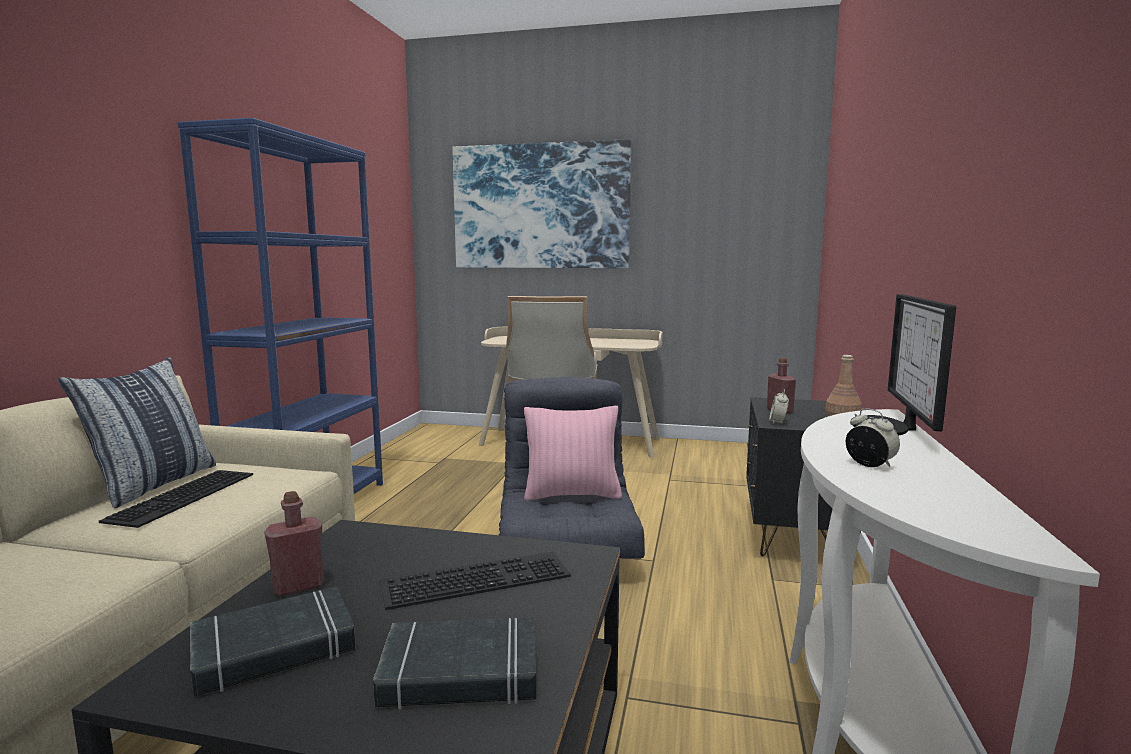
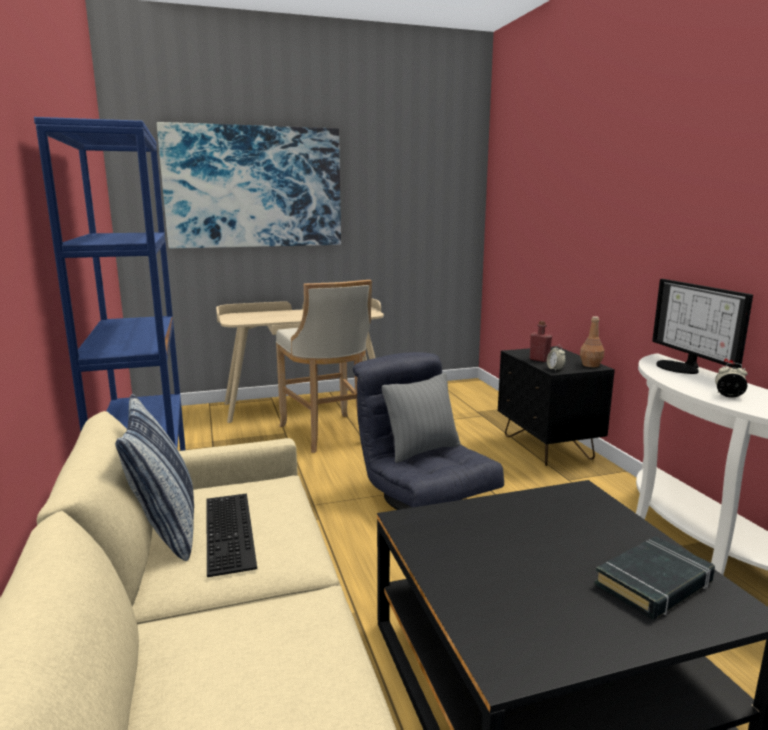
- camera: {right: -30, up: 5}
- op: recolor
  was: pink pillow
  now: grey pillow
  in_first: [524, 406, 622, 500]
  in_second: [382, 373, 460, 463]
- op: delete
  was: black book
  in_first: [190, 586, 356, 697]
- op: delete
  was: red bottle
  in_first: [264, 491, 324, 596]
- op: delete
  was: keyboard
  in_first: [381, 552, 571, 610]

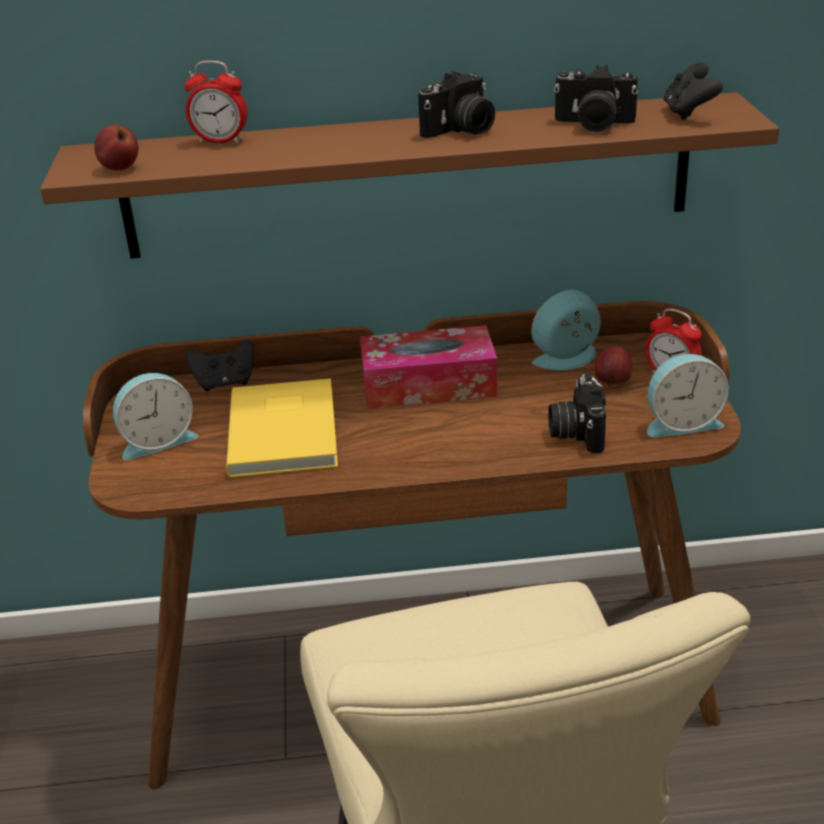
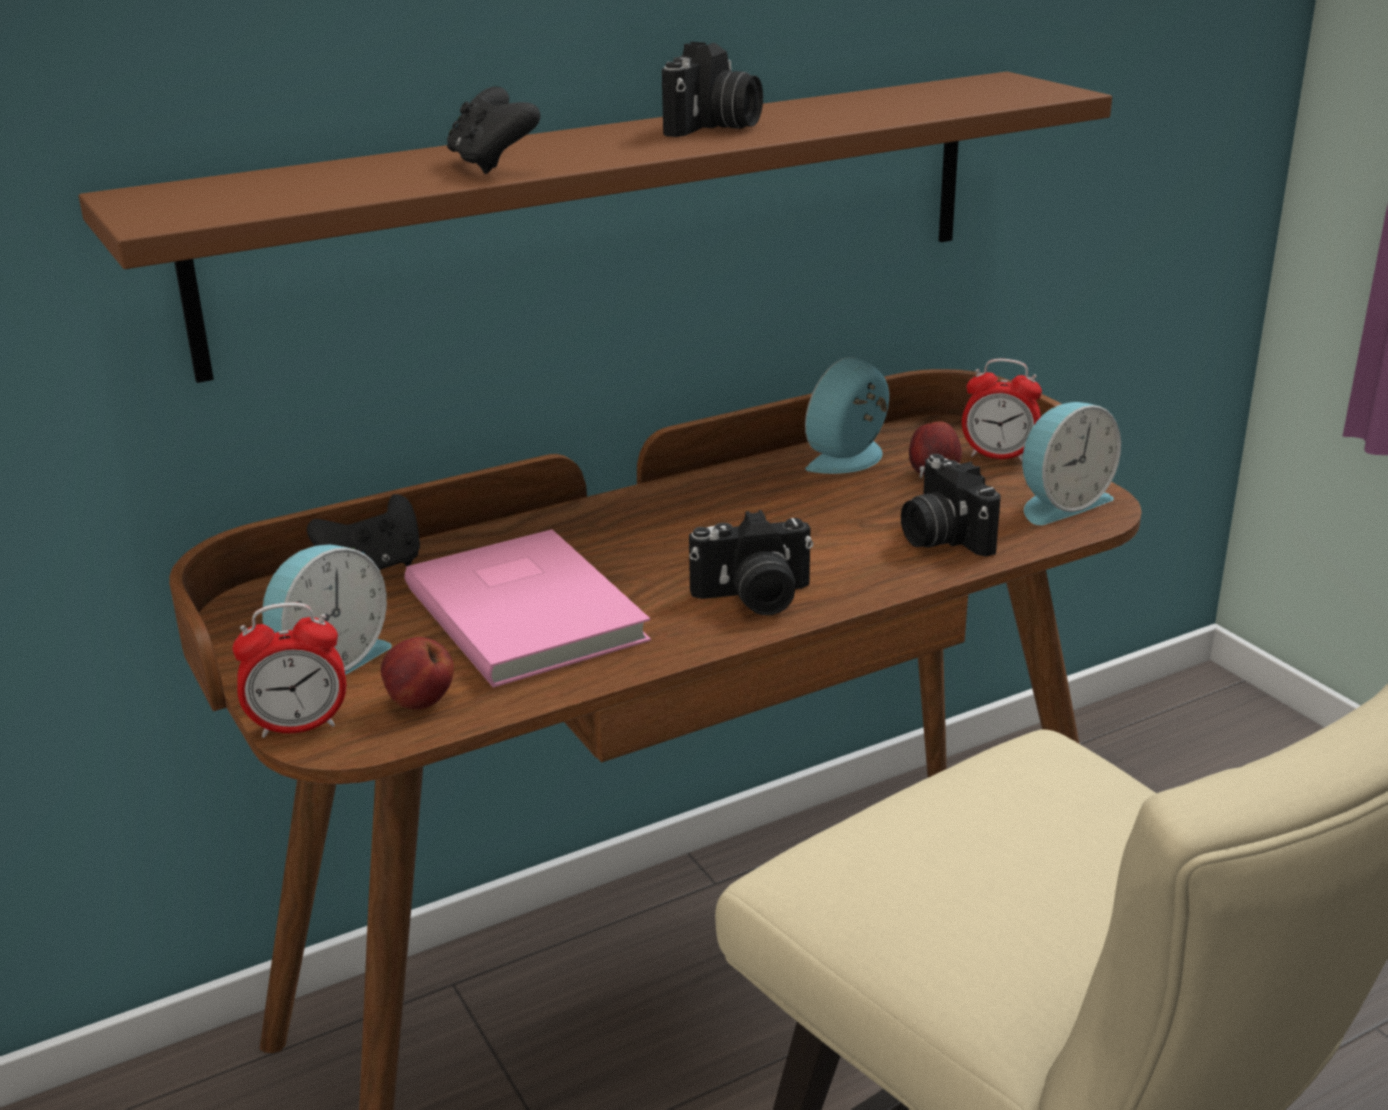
- camera: {right: -25, up: -5}
- op: move
  was: alarm clock
  in_first: [185, 61, 247, 143]
  in_second: [232, 602, 346, 738]
- op: move
  was: apple
  in_first: [94, 125, 138, 170]
  in_second: [381, 637, 454, 709]
- op: recolor
  was: yellow book
  now: pink book
  in_first: [226, 378, 338, 478]
  in_second: [405, 529, 651, 688]
- op: move
  was: black game controller
  in_first: [663, 63, 723, 120]
  in_second: [447, 87, 541, 174]
- op: move
  was: photo camera
  in_first: [554, 65, 638, 132]
  in_second: [689, 510, 813, 615]
- op: delete
  was: tissue box
  in_first: [360, 325, 498, 409]

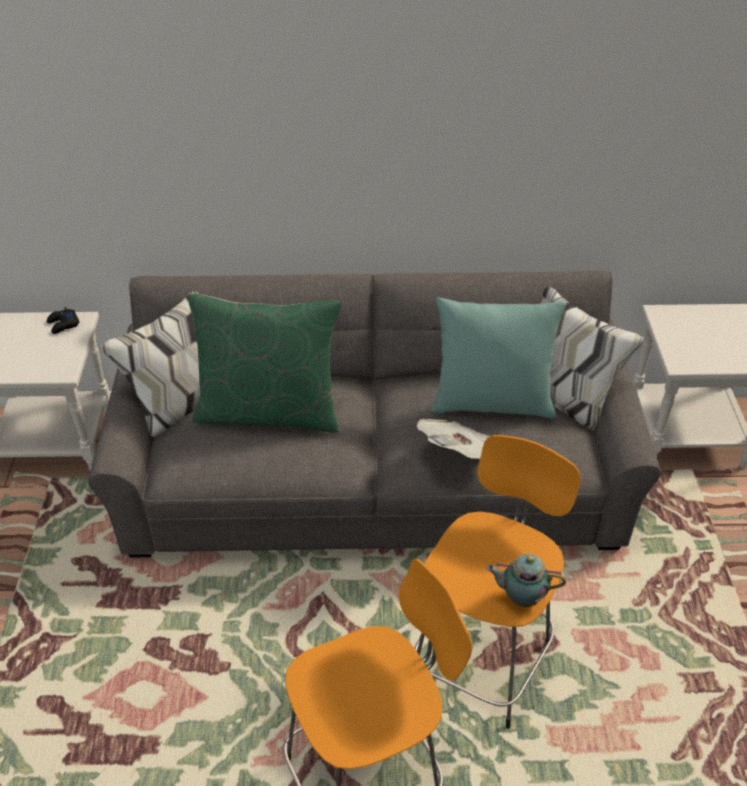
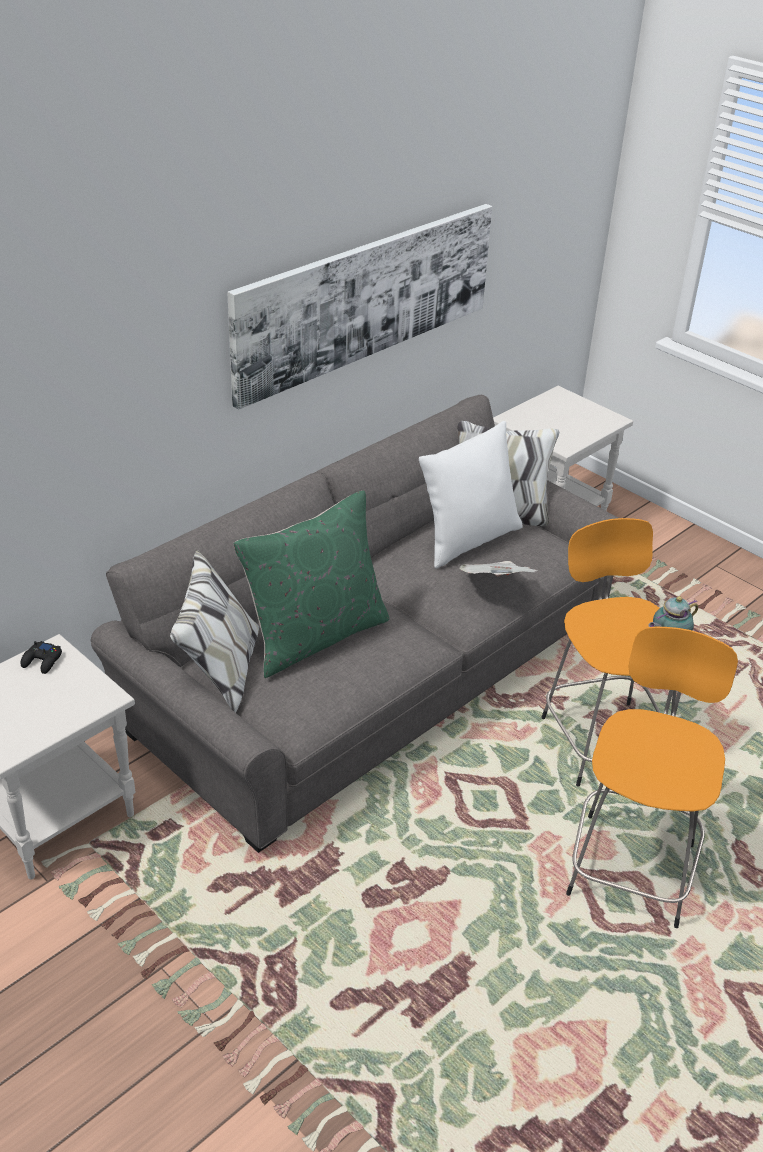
- camera: {right: -45, up: -5}
- op: insert
  now: picture
  in_second: [227, 204, 492, 410]
- op: recolor
  was: turquoise pillow
  now: white pillow
  in_first: [431, 297, 566, 419]
  in_second: [419, 421, 523, 569]

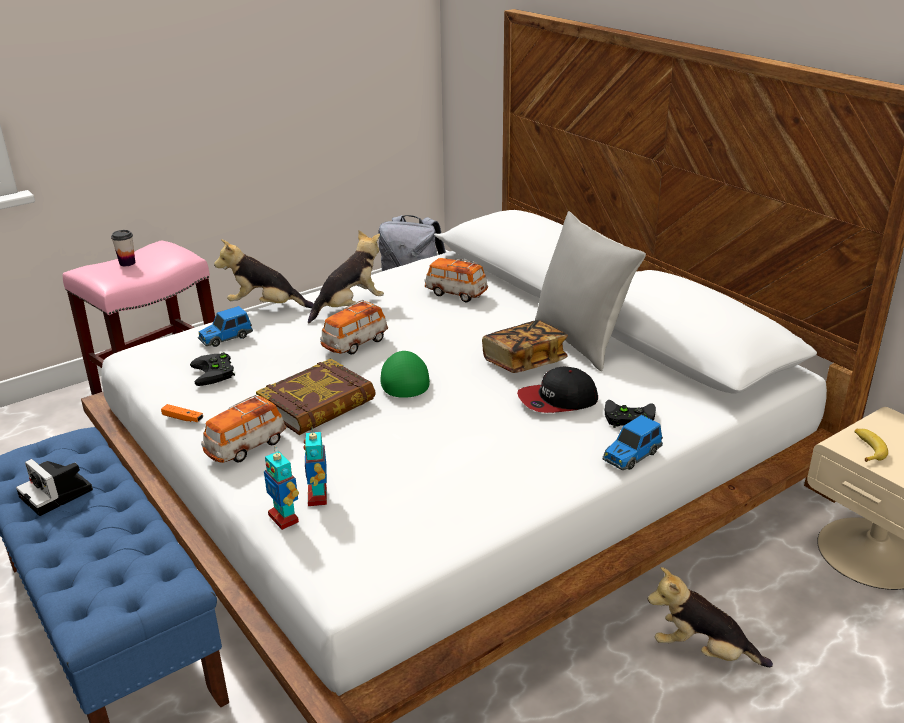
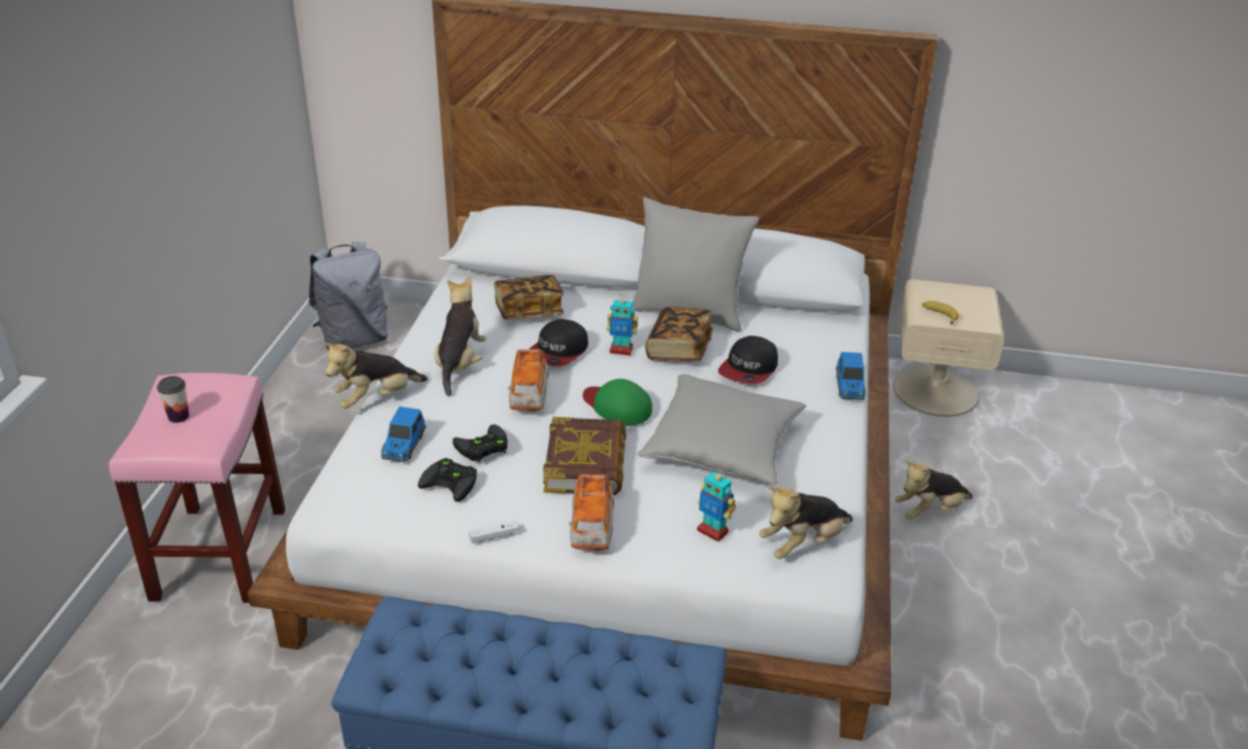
- camera: {right: -45, up: 5}
- op: move
  was: black game controller
  in_first: [605, 400, 656, 428]
  in_second: [453, 424, 508, 463]
- op: recolor
  was: orange game controller
  now: white game controller
  in_first: [161, 404, 203, 422]
  in_second: [469, 520, 519, 543]
- op: replace
  was: toy car
  now: book
  in_first: [424, 258, 488, 302]
  in_second: [494, 275, 564, 320]
- op: insert
  now: cap
  in_second: [529, 319, 588, 367]
- op: move
  was: toy robot
  in_first: [264, 447, 299, 530]
  in_second: [607, 295, 638, 356]
- op: insert
  now: grey pillow
  in_second: [638, 374, 806, 485]
- op: insert
  now: plush toy
  in_second: [759, 486, 853, 559]
- op: delete
  was: photo camera
  in_first: [16, 459, 93, 516]

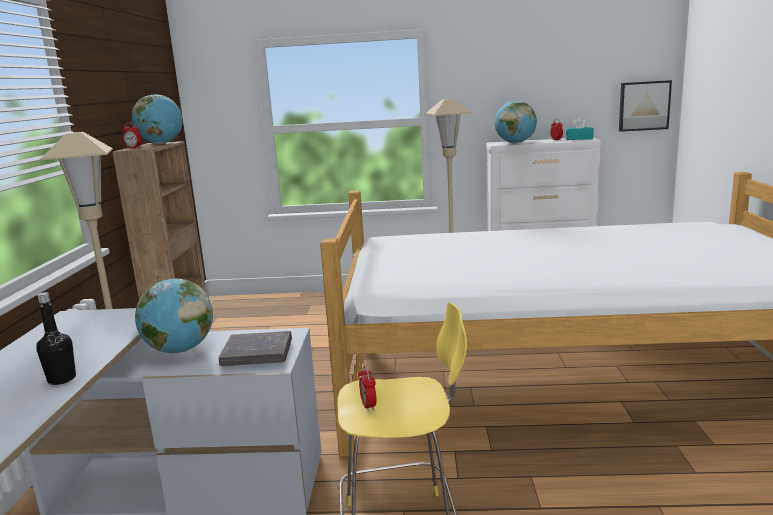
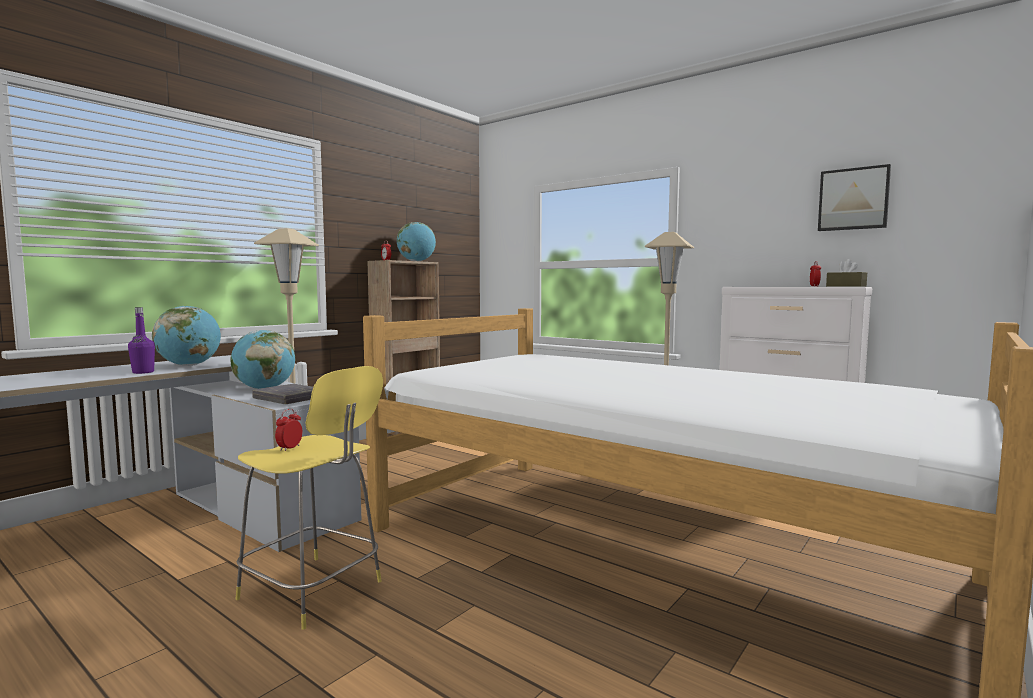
- camera: {right: 35, up: -10}
- op: recolor
  was: black bottle
  now: purple bottle
  in_first: [36, 292, 76, 385]
  in_second: [128, 307, 155, 374]
- op: move
  was: globe
  in_first: [495, 101, 537, 143]
  in_second: [152, 306, 221, 366]
- op: move
  was: picture
  in_first: [619, 80, 672, 132]
  in_second: [818, 164, 891, 231]
- op: recolor
  was: turquoise tissue box
  now: brown tissue box
  in_first: [566, 117, 594, 140]
  in_second: [826, 259, 867, 287]

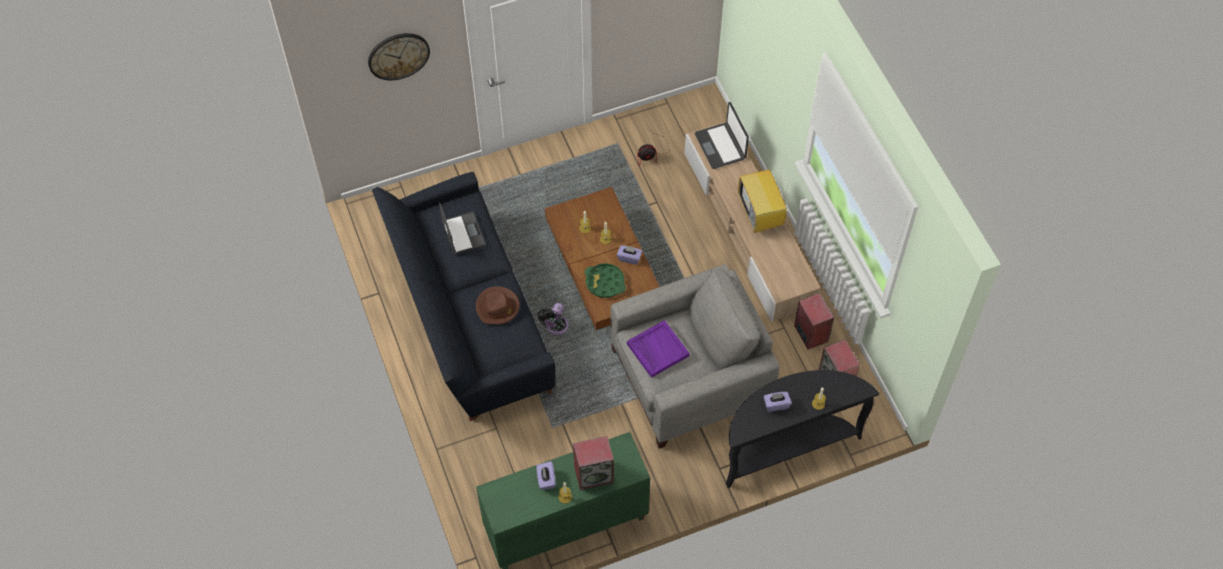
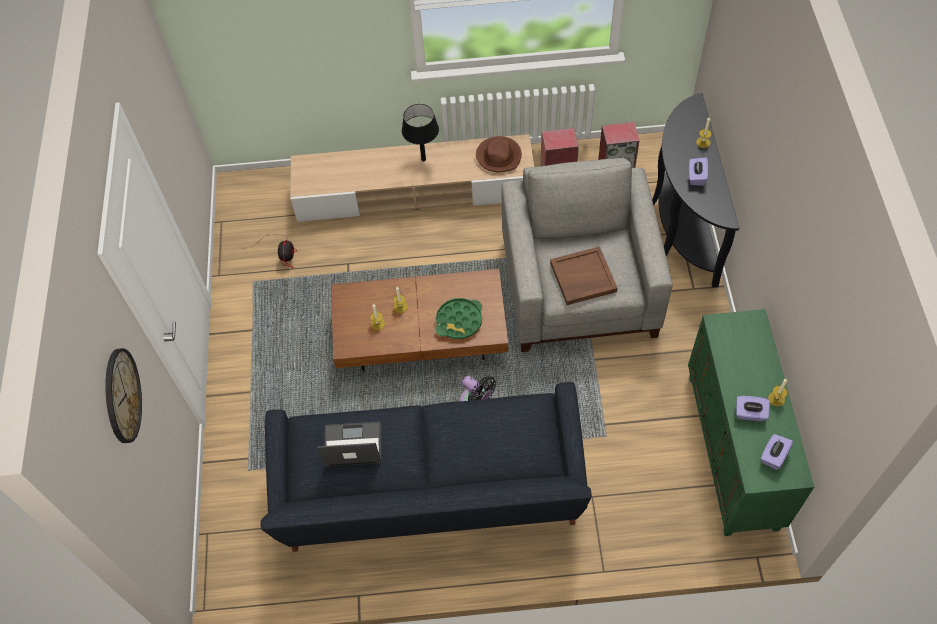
- camera: {right: -70, up: 0}
- op: replace
  was: television
  now: black table lamp
  in_first: [738, 168, 788, 233]
  in_second: [402, 104, 439, 162]
- op: move
  was: brown hat
  in_first: [476, 286, 520, 325]
  in_second: [476, 136, 522, 172]
- op: recolor
  was: purple tray
  now: brown tray
  in_first: [627, 320, 690, 378]
  in_second: [550, 246, 618, 305]
- op: move
  was: purple tissue box
  in_first: [617, 245, 642, 265]
  in_second: [761, 434, 793, 470]
- op: delete
  was: speaker
  in_first: [573, 436, 614, 490]
- op: delete
  was: laptop
  in_first: [695, 102, 749, 169]

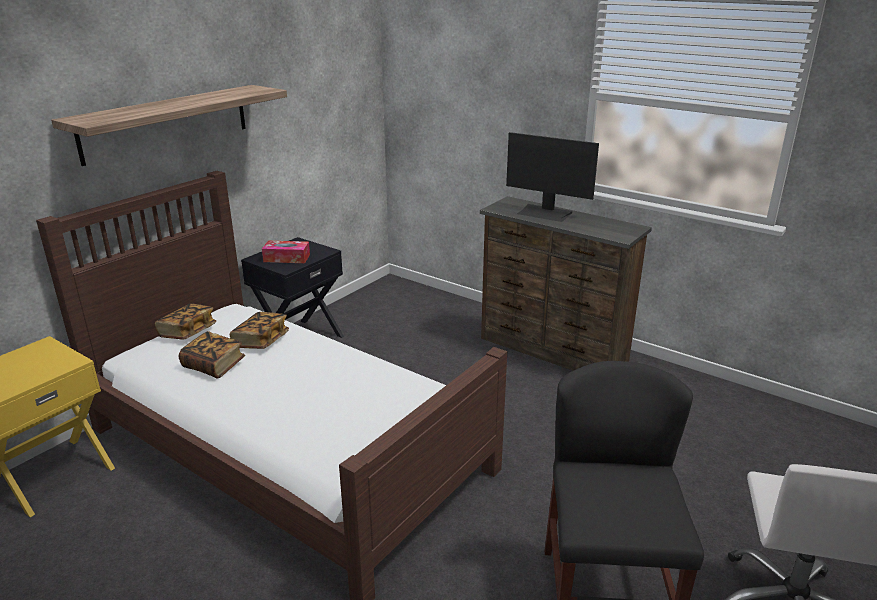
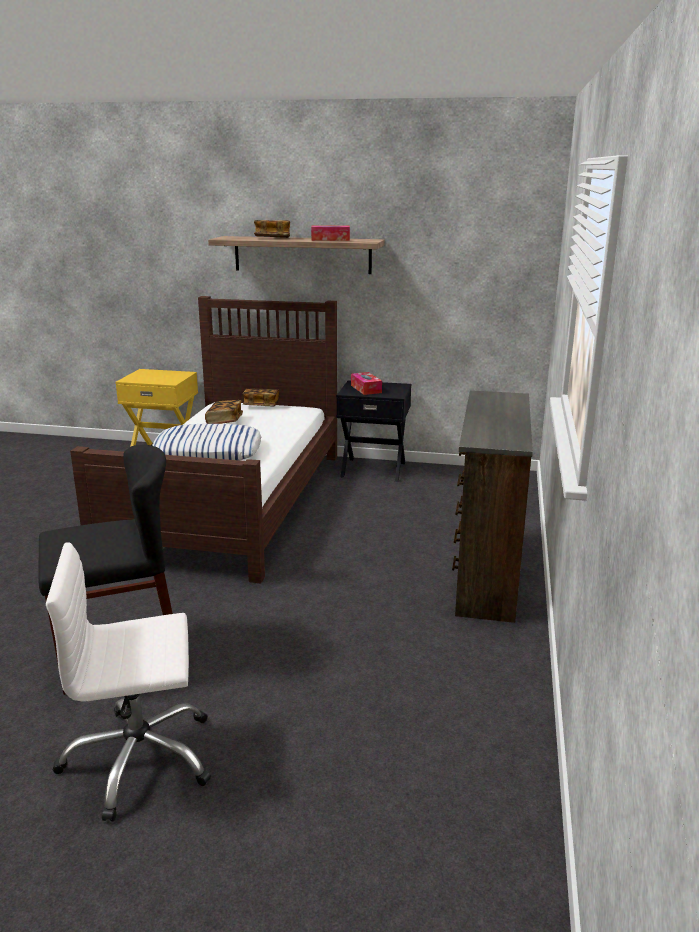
- camera: {right: 65, up: -5}
- op: insert
  now: pillow
  in_second: [152, 424, 261, 460]
- op: move
  was: book
  in_first: [230, 312, 289, 349]
  in_second: [254, 220, 290, 238]
- op: insert
  now: tissue box
  in_second: [311, 226, 350, 241]
- op: delete
  was: monitor
  in_first: [506, 132, 599, 222]

